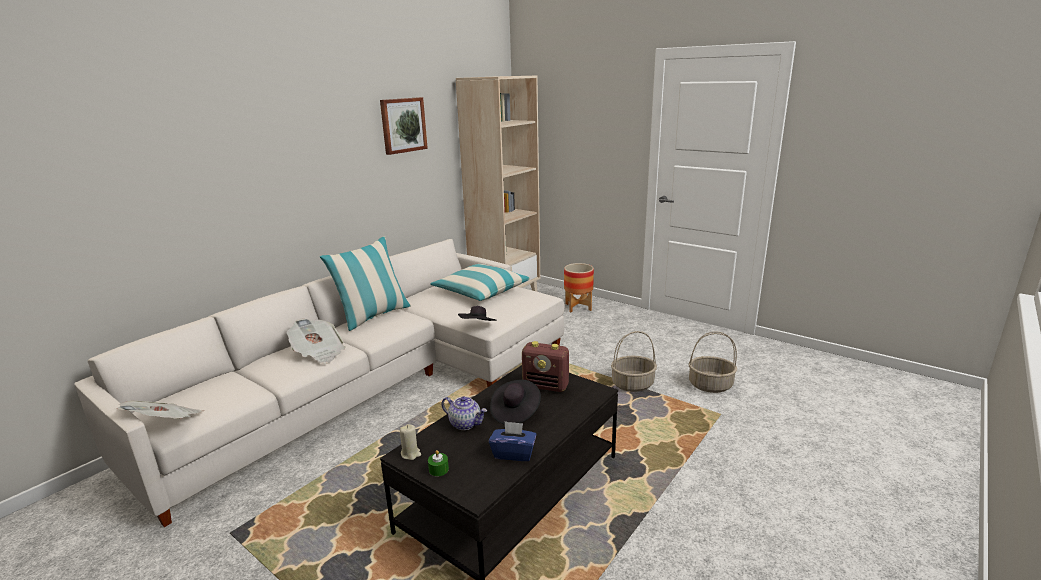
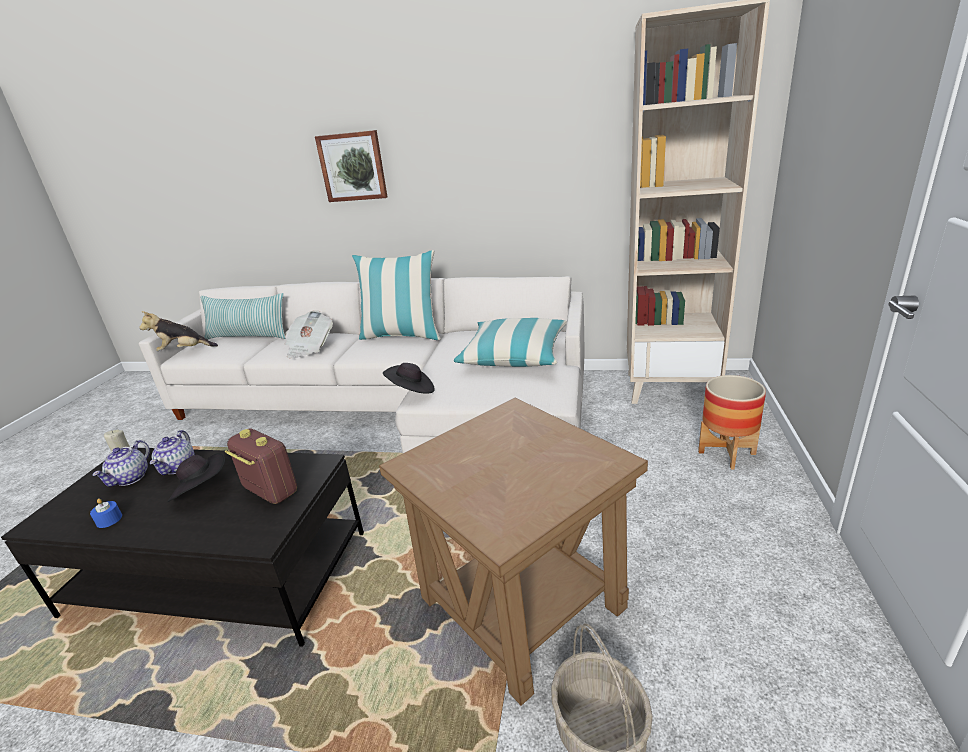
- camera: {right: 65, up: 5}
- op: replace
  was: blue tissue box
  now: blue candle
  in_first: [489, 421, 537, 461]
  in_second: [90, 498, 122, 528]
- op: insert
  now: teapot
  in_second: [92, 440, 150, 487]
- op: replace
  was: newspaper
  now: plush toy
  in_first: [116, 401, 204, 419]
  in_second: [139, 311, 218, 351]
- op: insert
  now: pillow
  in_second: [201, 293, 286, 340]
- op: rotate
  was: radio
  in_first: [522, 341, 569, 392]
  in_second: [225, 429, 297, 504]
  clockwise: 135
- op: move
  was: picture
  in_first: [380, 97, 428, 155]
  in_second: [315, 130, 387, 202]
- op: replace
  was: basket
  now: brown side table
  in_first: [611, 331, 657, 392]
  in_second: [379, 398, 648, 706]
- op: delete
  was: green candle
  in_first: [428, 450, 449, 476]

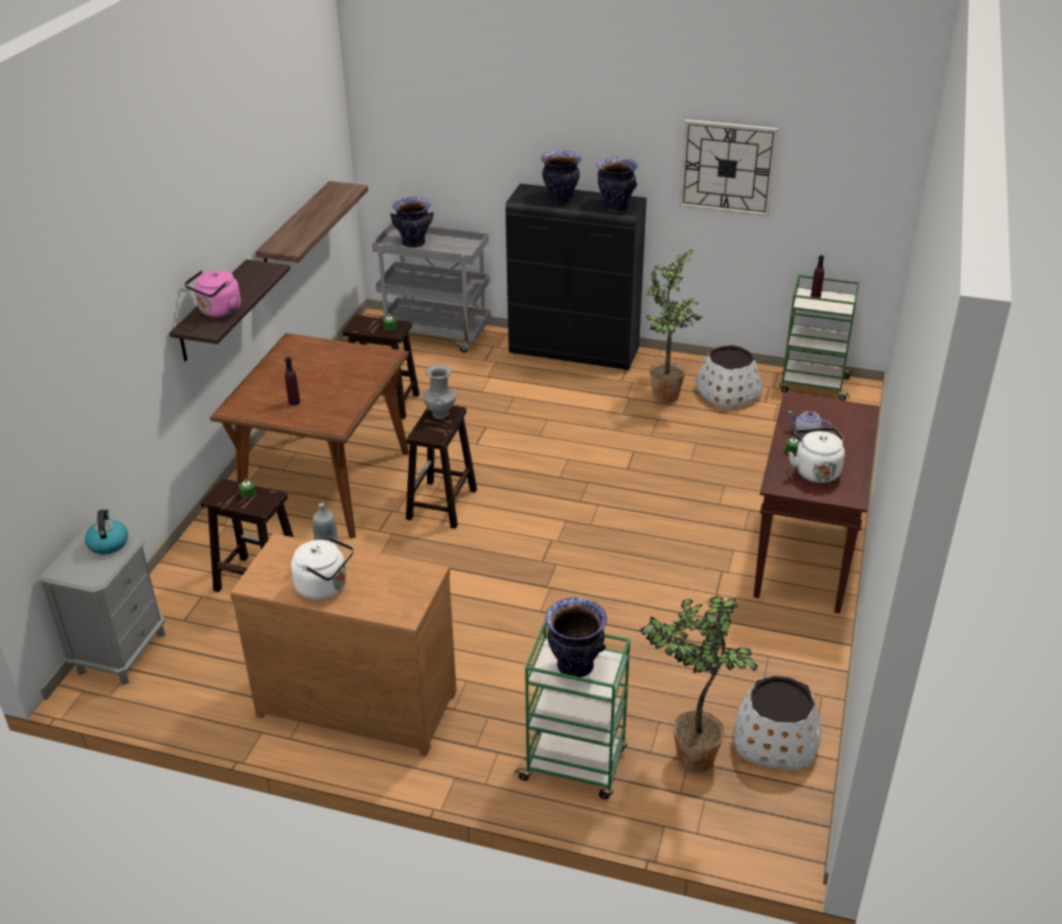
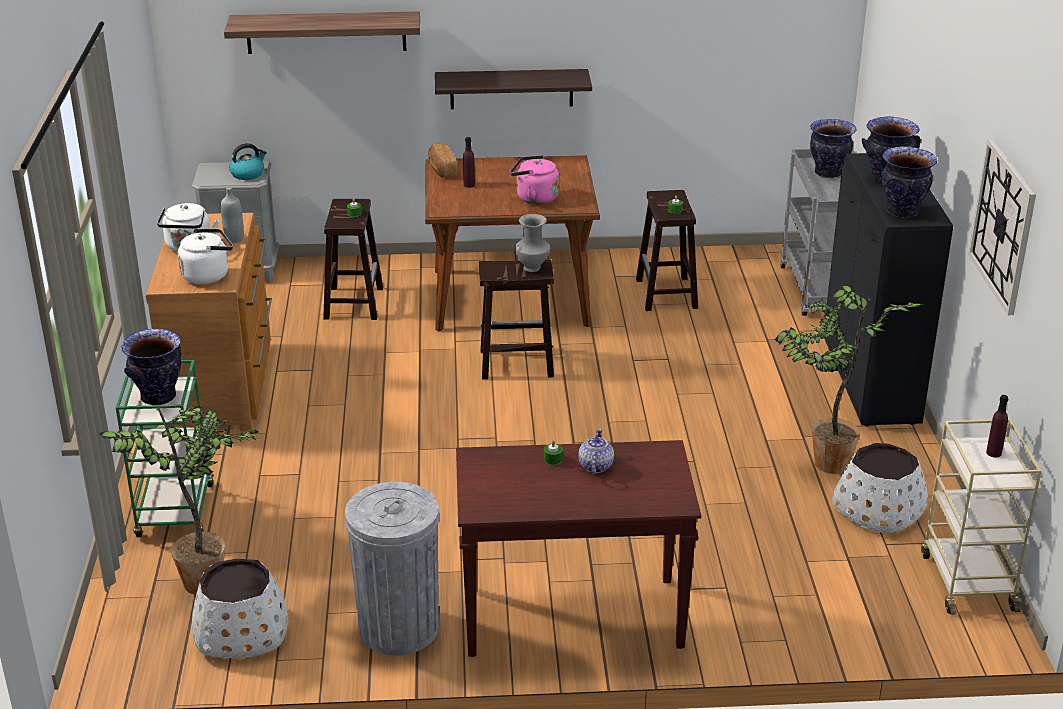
- camera: {right: 70, up: -5}
- op: move
  was: white kettle
  in_first: [789, 427, 845, 483]
  in_second: [178, 229, 233, 284]
- op: move
  was: shelf
  in_first: [256, 181, 368, 263]
  in_second: [224, 12, 420, 54]
- op: insert
  now: grey trash can
  in_second: [345, 482, 439, 655]
- op: insert
  now: bread
  in_second: [428, 143, 457, 178]
- op: move
  was: pink kettle
  in_first: [184, 270, 241, 317]
  in_second: [510, 155, 559, 204]
- op: recolor
  was: green cart
  now: beige cart
  in_first: [779, 275, 859, 401]
  in_second: [921, 419, 1042, 615]

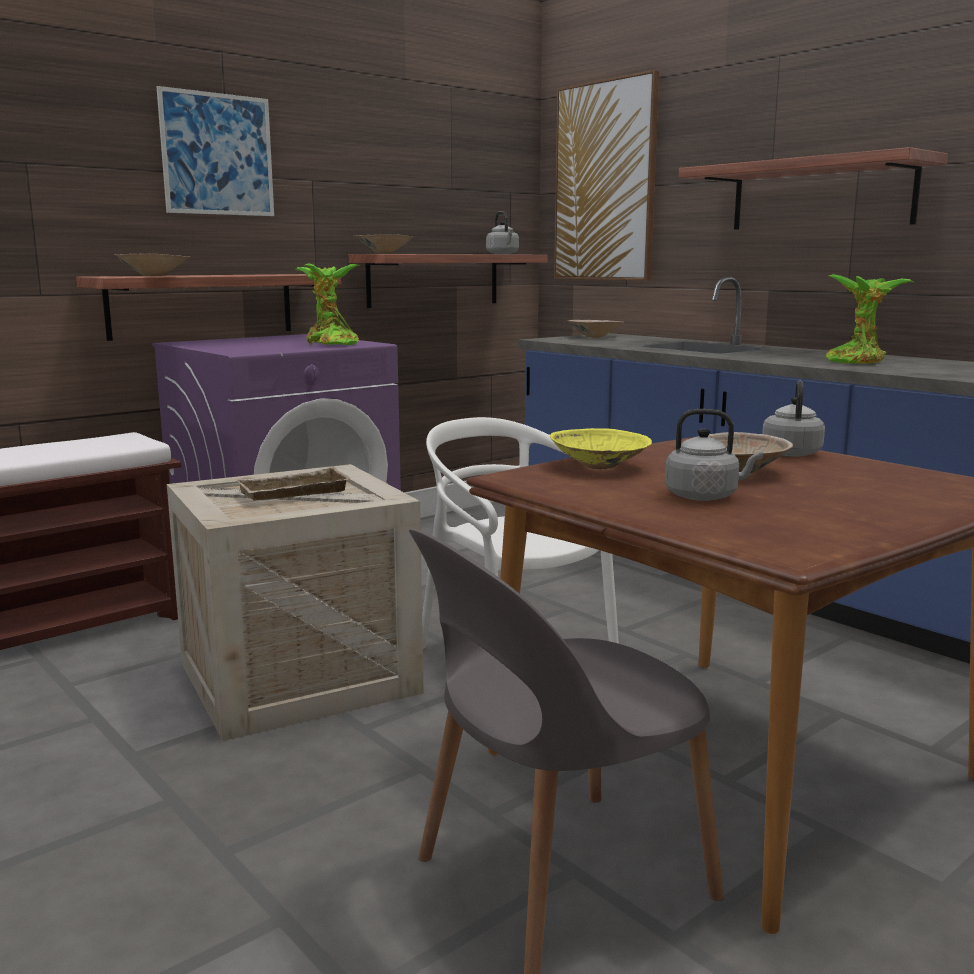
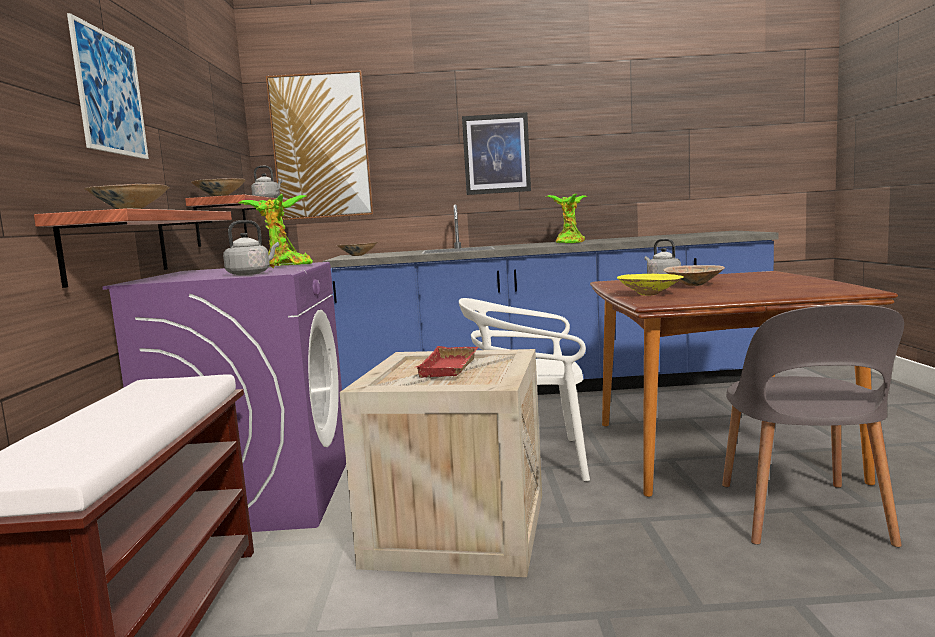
- camera: {right: -50, up: -5}
- op: move
  was: grey kettle
  in_first: [665, 409, 763, 501]
  in_second: [223, 220, 279, 275]
- op: recolor
  was: beige tray
  now: red tray
  in_first: [237, 467, 351, 501]
  in_second: [417, 346, 478, 378]
- op: replace
  was: shelf
  now: picture
  in_first: [679, 147, 948, 230]
  in_second: [462, 112, 531, 195]

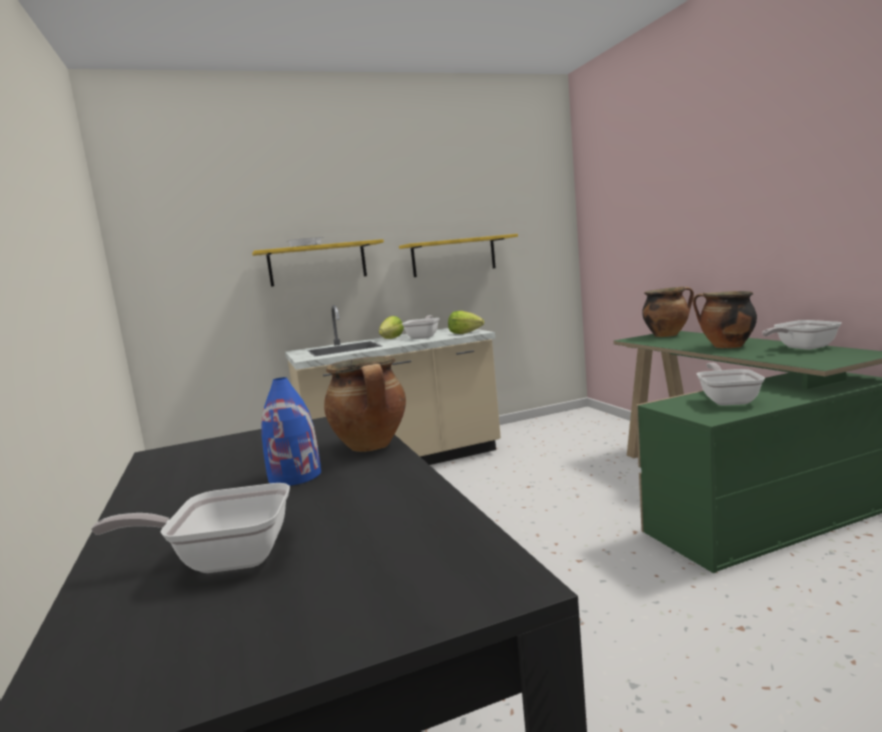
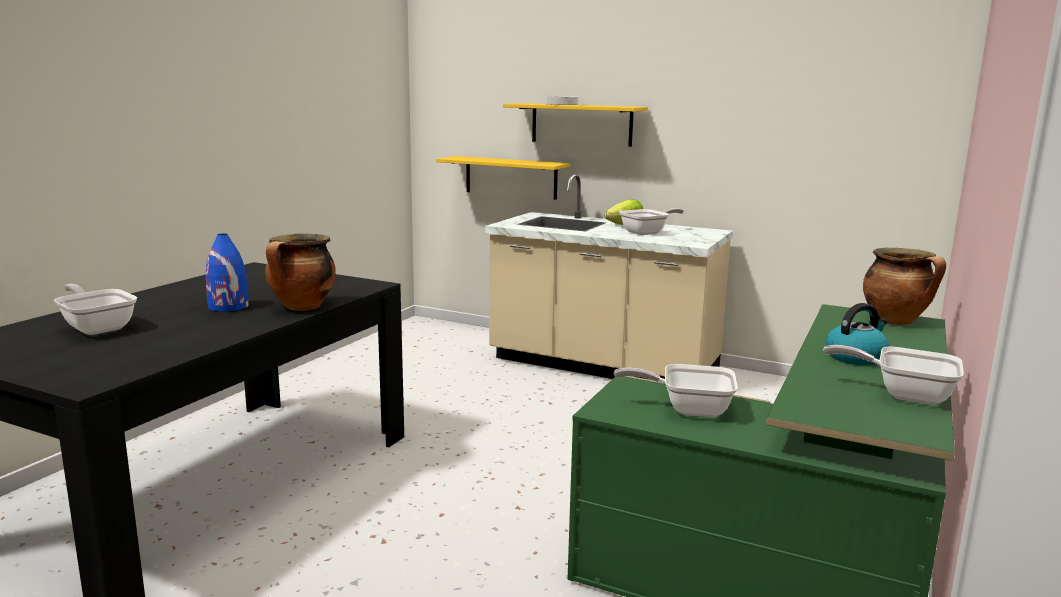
- camera: {right: 45, up: 5}
- op: move
  was: yellow shelf
  in_first: [399, 234, 518, 277]
  in_second: [436, 156, 571, 200]
- op: rotate
  was: frying pan
  in_first: [697, 363, 765, 406]
  in_second: [614, 364, 738, 417]
  clockwise: -135
- op: replace
  was: cooking pot
  now: kettle
  in_first: [693, 291, 757, 348]
  in_second: [826, 303, 889, 366]
- op: delete
  was: lettuce
  in_first: [448, 311, 484, 334]

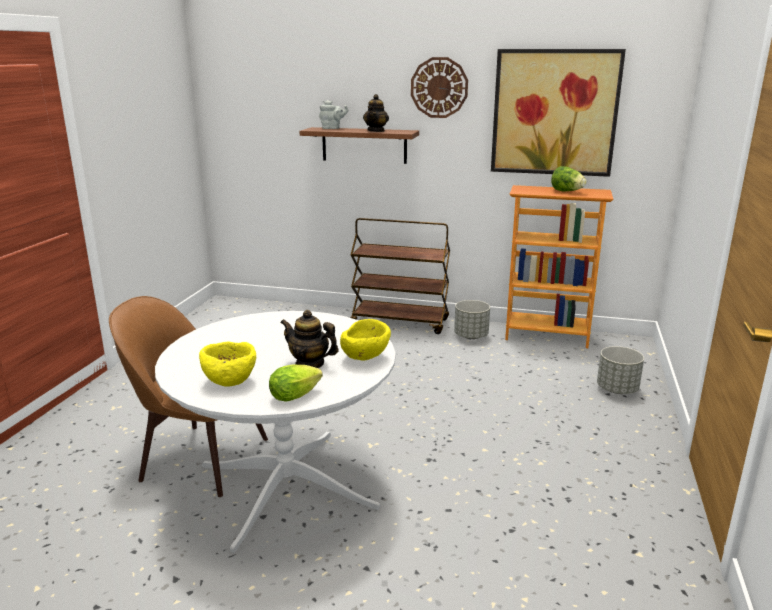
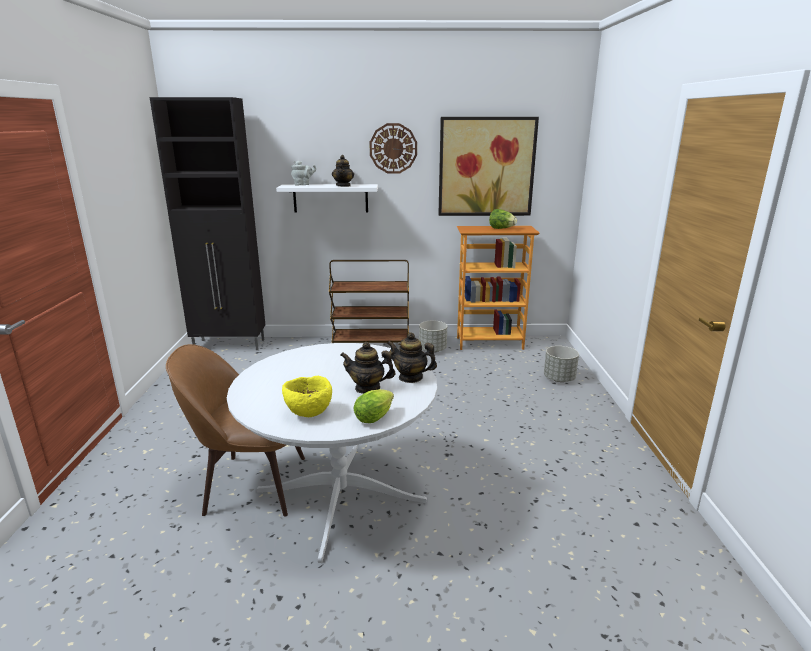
- camera: {right: -15, up: 0}
- op: insert
  now: black cabinet
  in_second: [150, 97, 265, 350]
- op: recolor
  was: brown shelf
  now: white shelf
  in_first: [299, 127, 419, 164]
  in_second: [276, 184, 378, 213]
- op: replace
  was: yellow bowl
  now: teapot
  in_first: [340, 319, 391, 361]
  in_second: [387, 333, 437, 383]

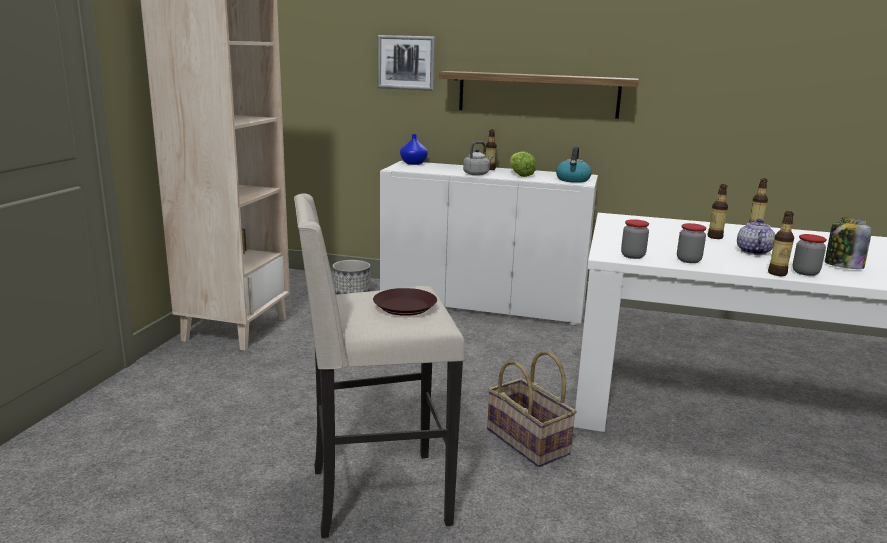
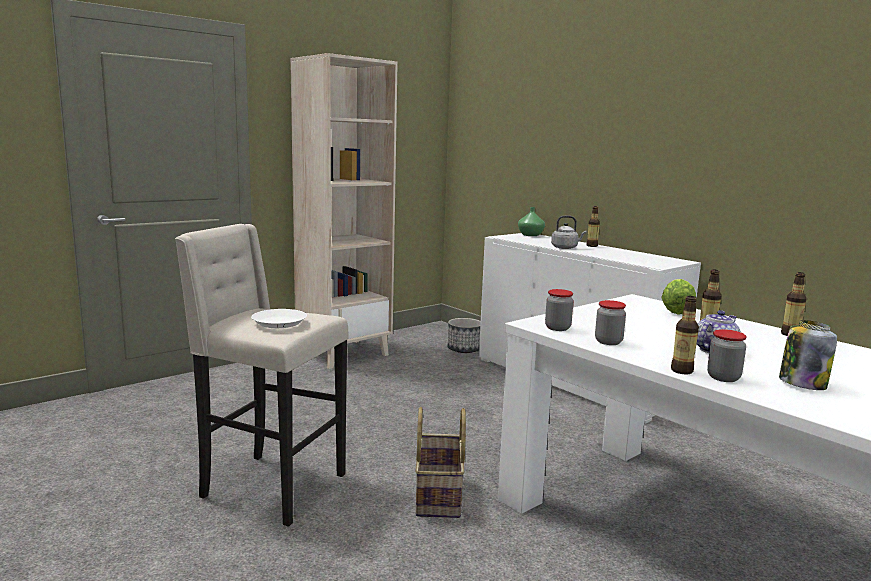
- camera: {right: 35, up: -5}
- op: recolor
  was: brown plate
  now: white plate
  in_first: [373, 288, 437, 316]
  in_second: [251, 309, 307, 328]
- op: recolor
  was: blue vase
  now: green vase
  in_first: [400, 134, 428, 165]
  in_second: [518, 207, 545, 236]
- op: move
  was: lettuce
  in_first: [510, 151, 536, 177]
  in_second: [661, 279, 696, 315]
- op: delete
  was: picture
  in_first: [377, 35, 435, 91]
- op: delete
  was: shelf
  in_first: [439, 71, 639, 119]
- op: delete
  was: kettle
  in_first: [556, 146, 592, 183]

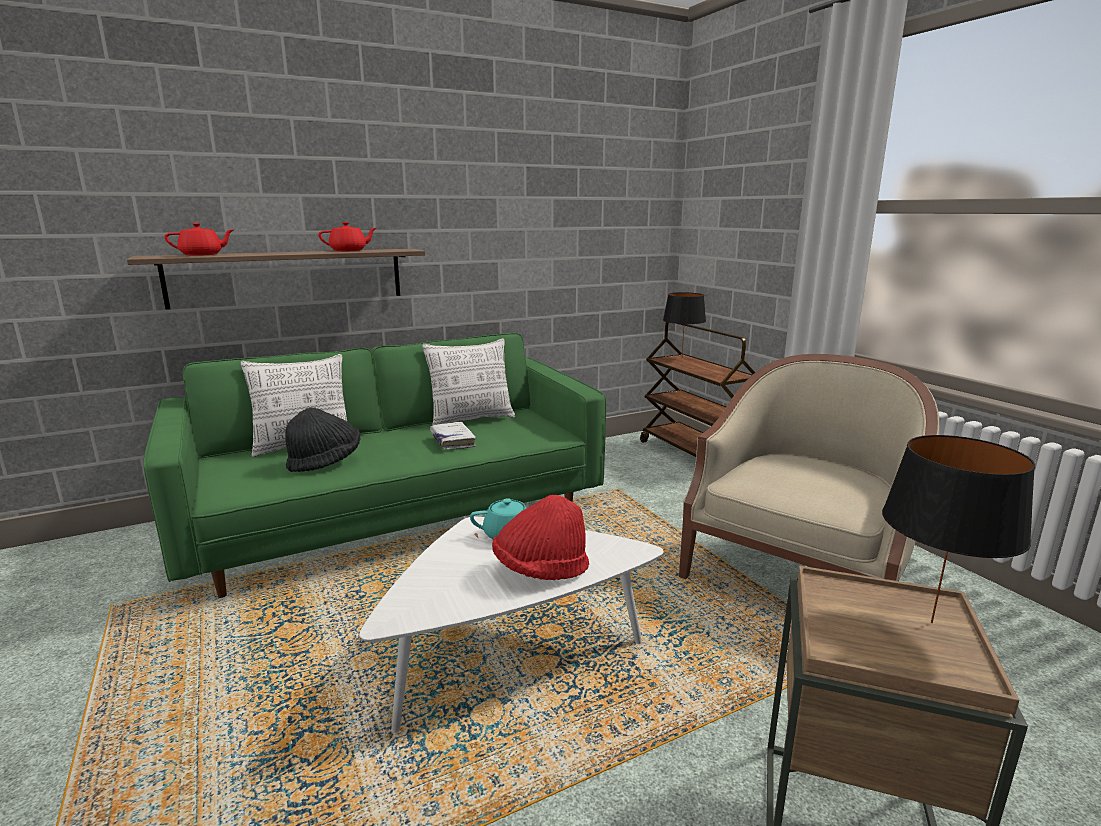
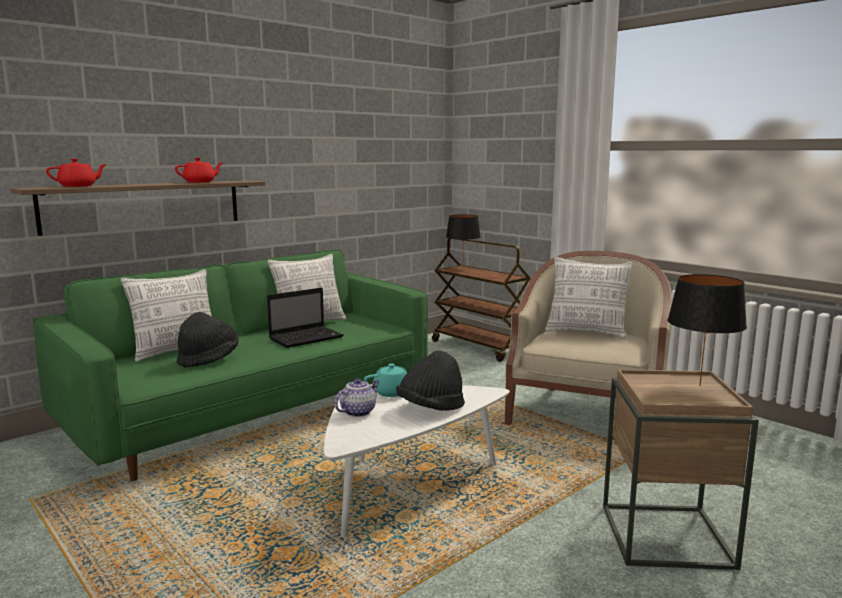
- camera: {right: -15, up: -5}
- op: replace
  was: white book
  now: laptop
  in_first: [430, 422, 476, 449]
  in_second: [267, 288, 344, 348]
- op: insert
  now: teapot
  in_second: [334, 379, 379, 417]
- op: recolor
  was: red hat
  now: black hat
  in_first: [492, 495, 589, 580]
  in_second: [396, 351, 465, 411]
- op: insert
  now: pillow
  in_second: [545, 256, 633, 339]

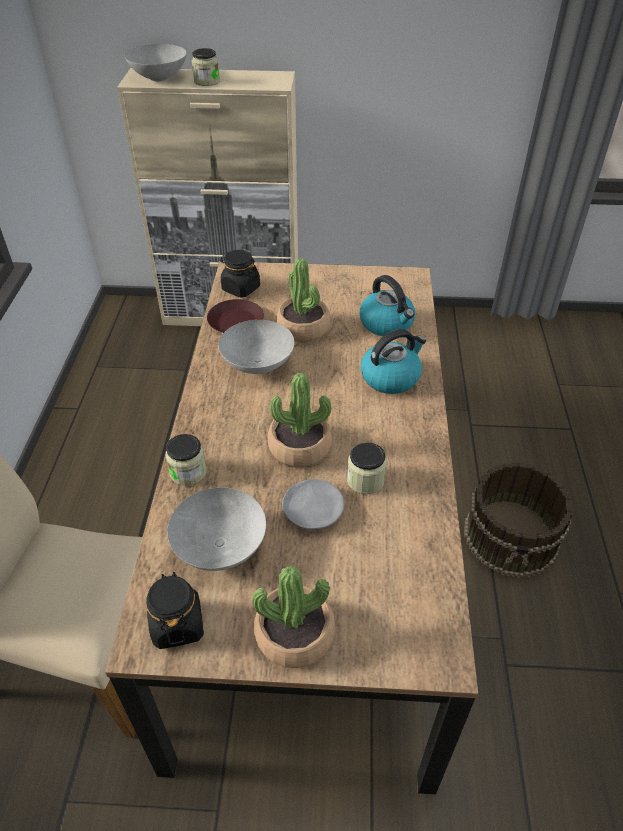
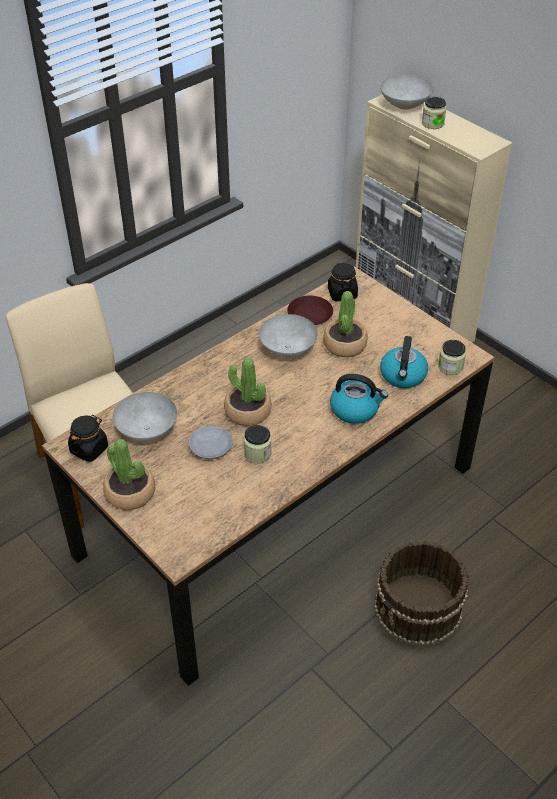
- camera: {right: 45, up: 0}
- op: move
  was: jar
  in_first: [166, 434, 207, 486]
  in_second: [438, 340, 466, 375]

